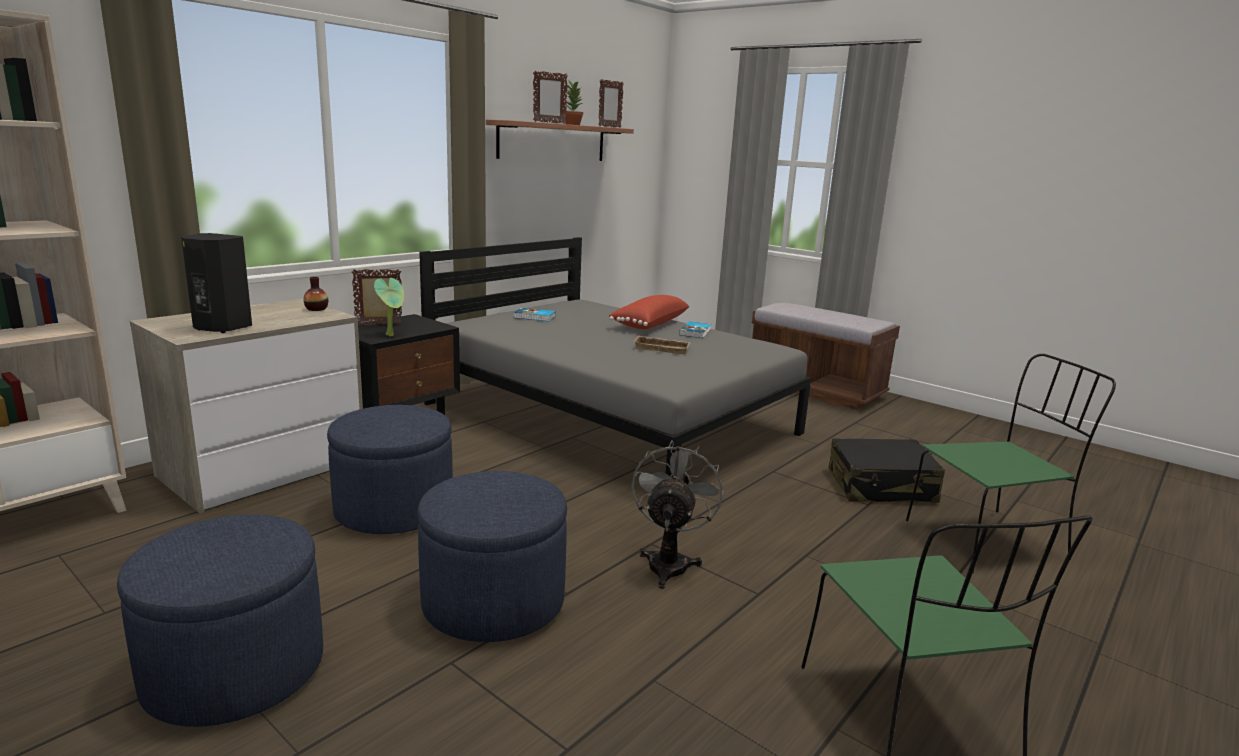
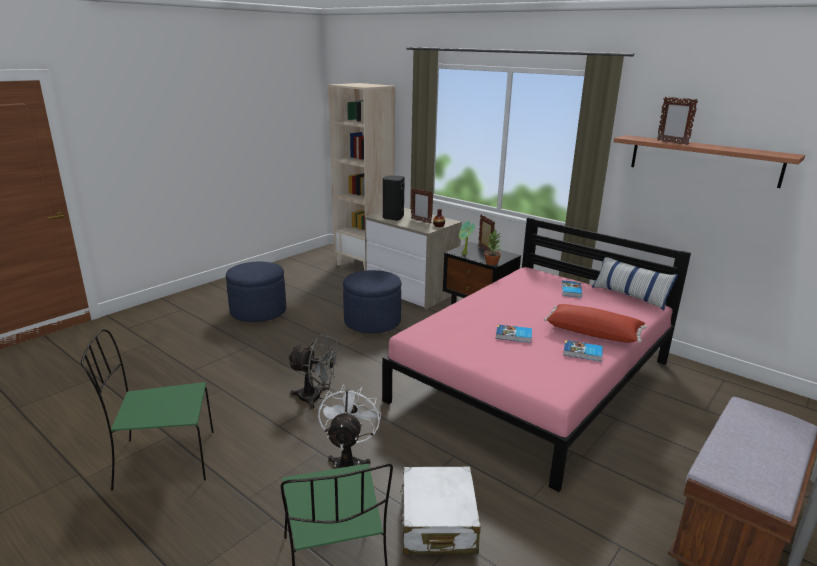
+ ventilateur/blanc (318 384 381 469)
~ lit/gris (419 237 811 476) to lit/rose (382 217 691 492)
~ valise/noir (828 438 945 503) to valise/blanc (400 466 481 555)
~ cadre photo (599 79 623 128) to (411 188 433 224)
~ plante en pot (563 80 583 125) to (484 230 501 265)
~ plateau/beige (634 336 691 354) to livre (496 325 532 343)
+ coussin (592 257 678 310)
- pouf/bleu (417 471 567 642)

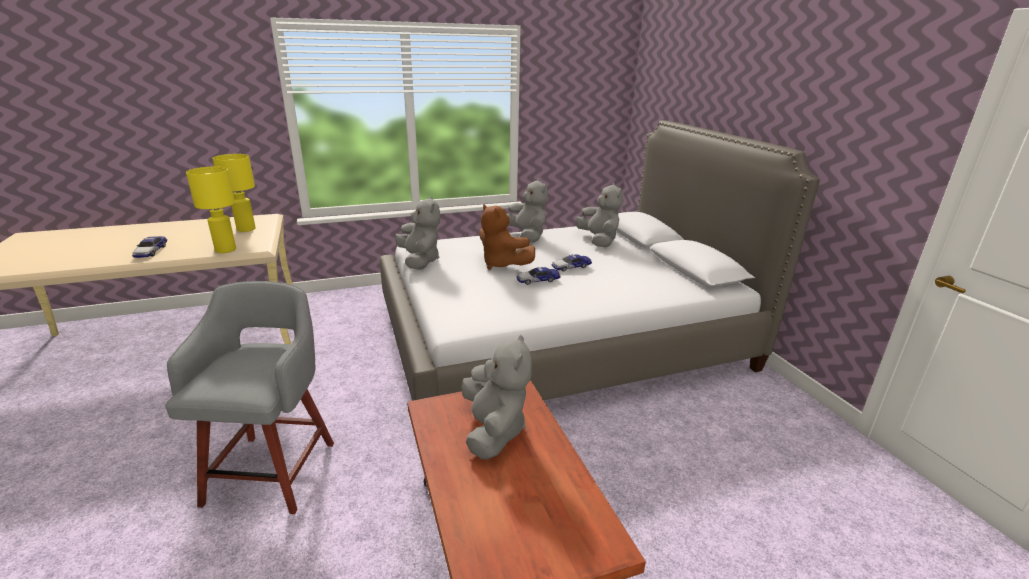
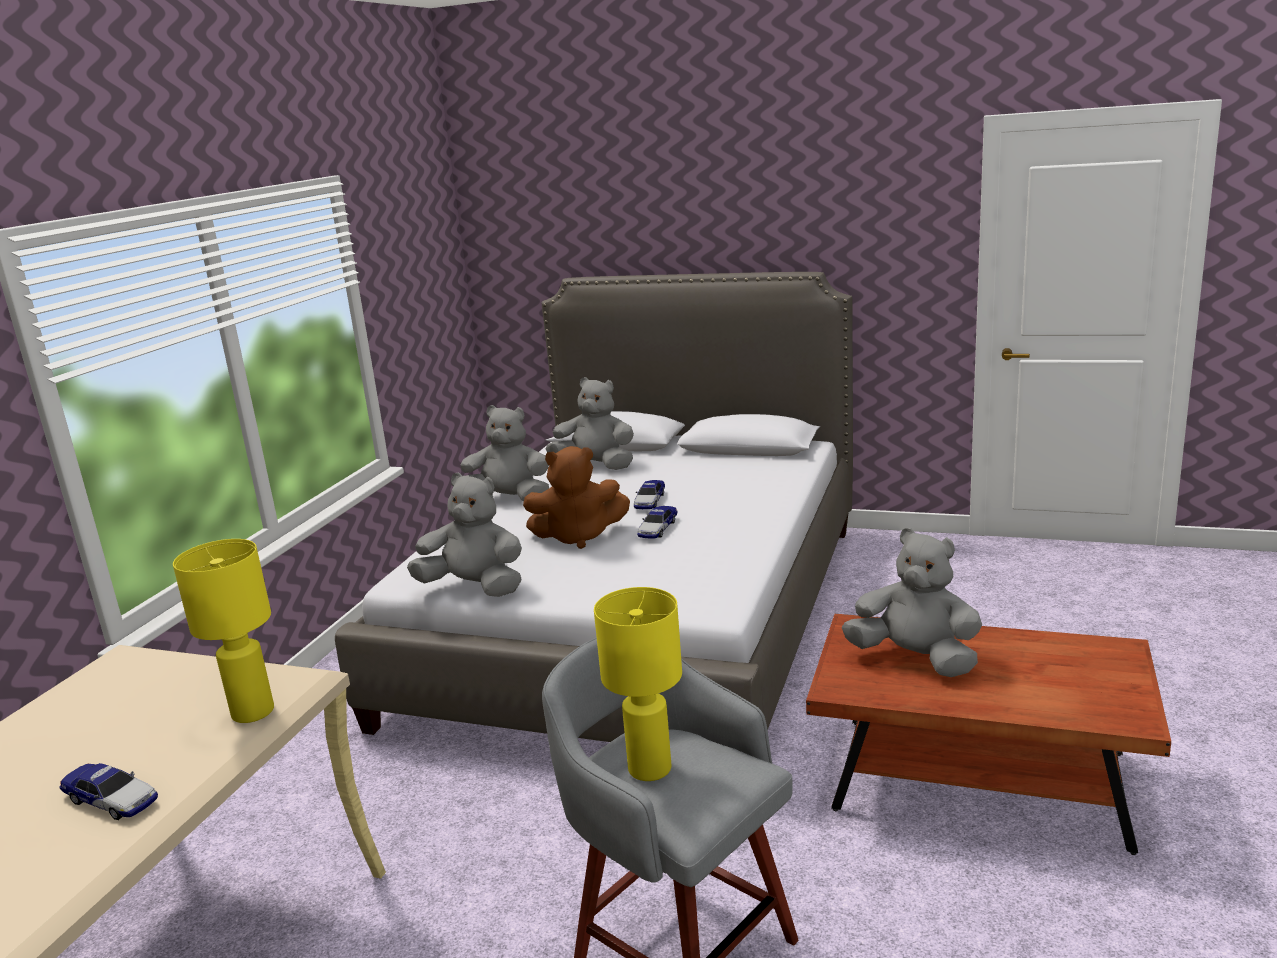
~ lampe de table/jaune (212 154 256 232) to (594 587 682 781)

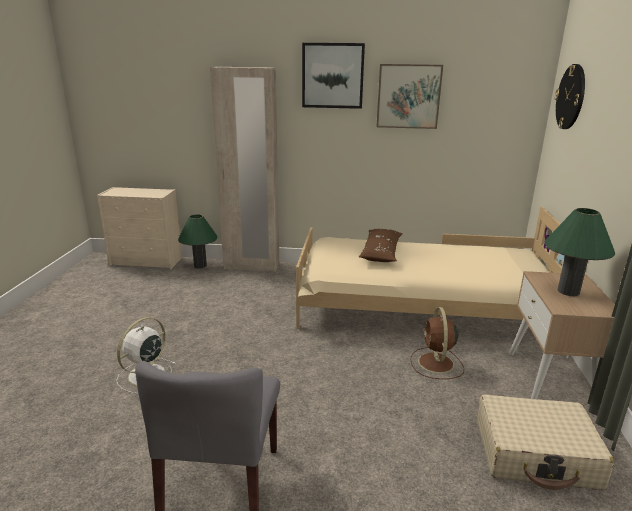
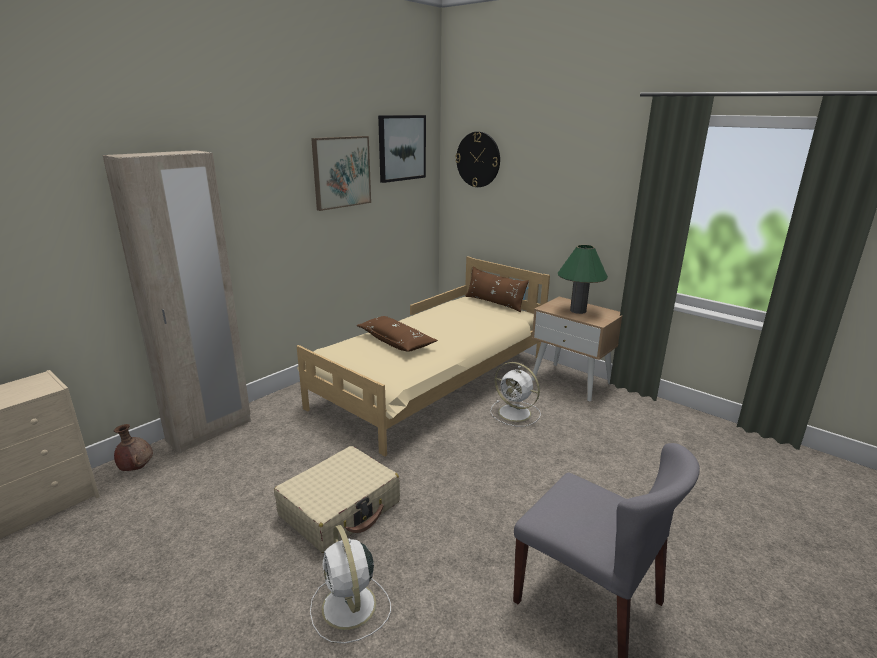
~ lampe de table/vert (178 214 218 268) to vase/marron (114 424 153 471)
~ valise/beige (477 394 614 490) to (274 446 400 553)
~ tableau (302 43 365 109) to (378 115 426 183)
+ coussin/marron (465 266 529 312)
~ ventilateur/marron (410 307 464 379) to ventilateur/blanc (490 362 541 426)

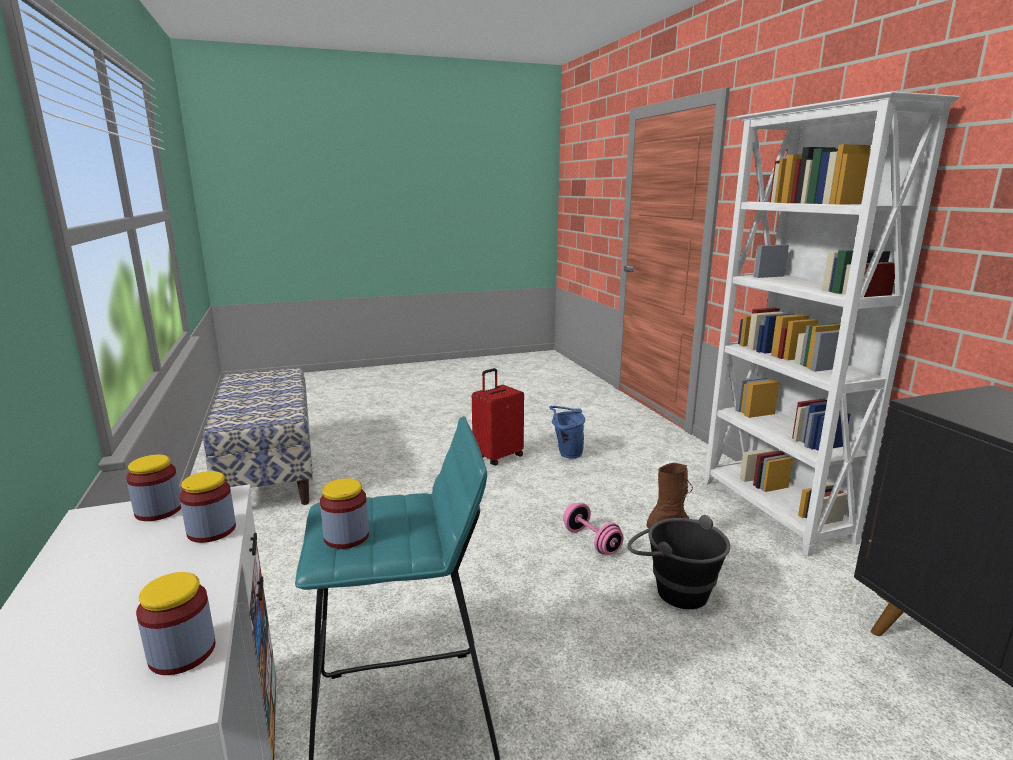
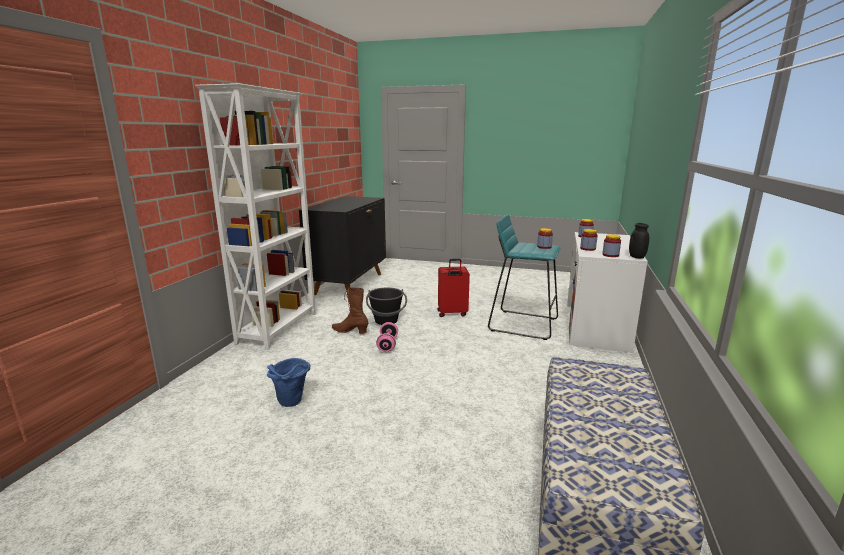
~ valise/rouge (472 368 524 466) to (437 259 470 317)
+ bocal/noir (629 223 649 258)

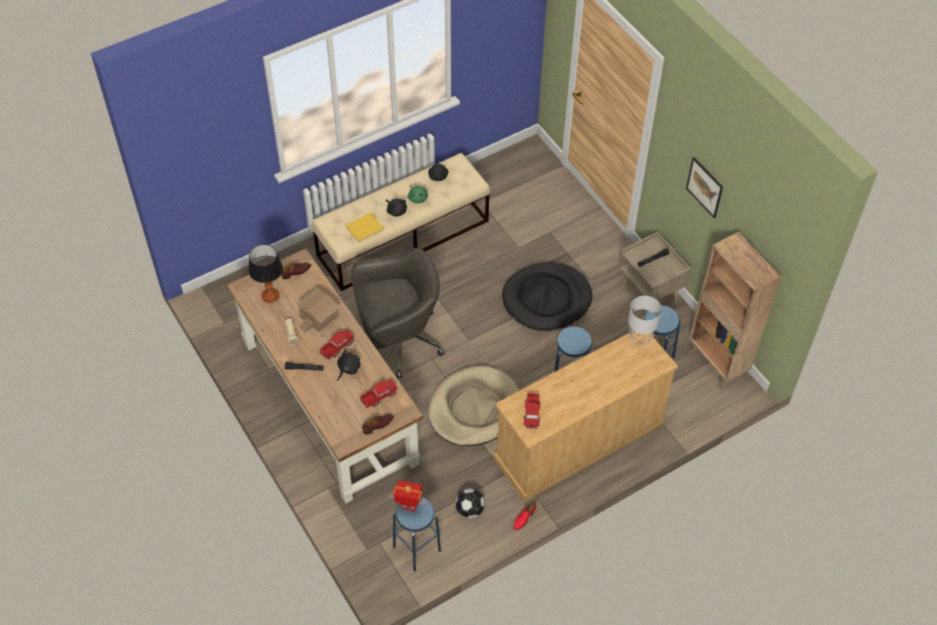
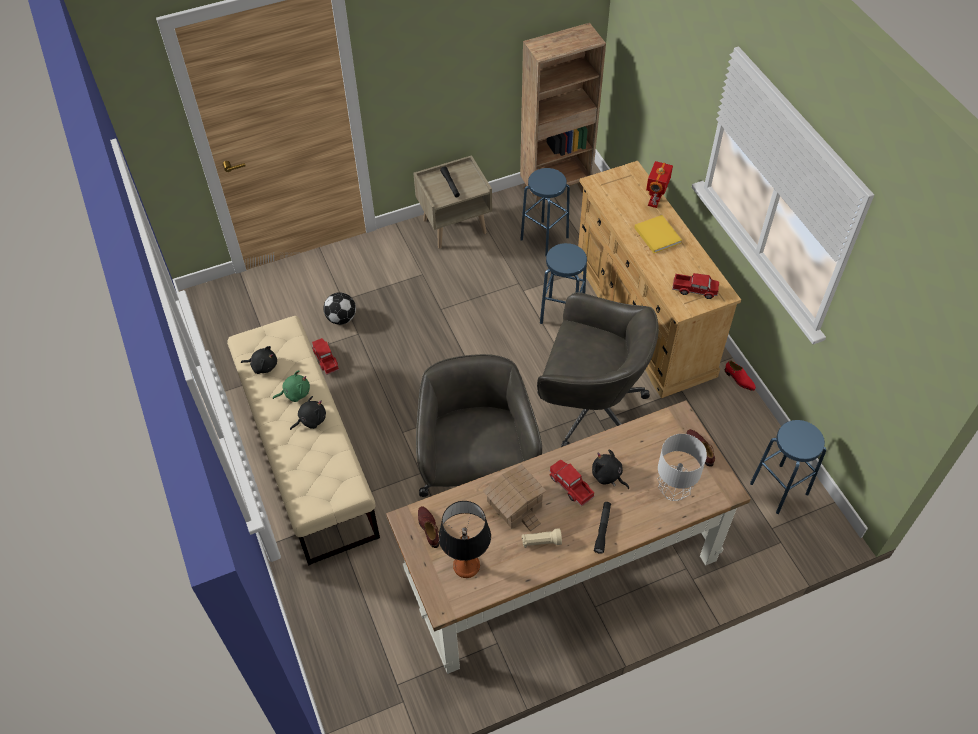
~ camion jouet (360 380 398 408) to (312 338 339 375)
~ ballon de foot (455 488 485 518) to (323 292 356 325)
~ panier pour chien/beige (428 366 519 446) to chaise de bureau/gris (537 292 659 447)
~ livre/jaune (346 213 384 243) to (634 215 682 253)
~ robot jouet (388 480 428 512) to (646 161 673 208)
~ lampe de table/gris (628 296 662 346) to (657 434 707 501)
- panier pour chien/noir (502 263 592 331)
- tableau (686 157 723 218)

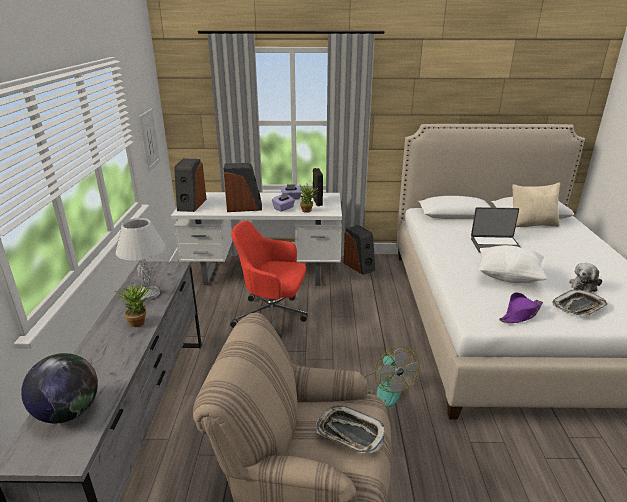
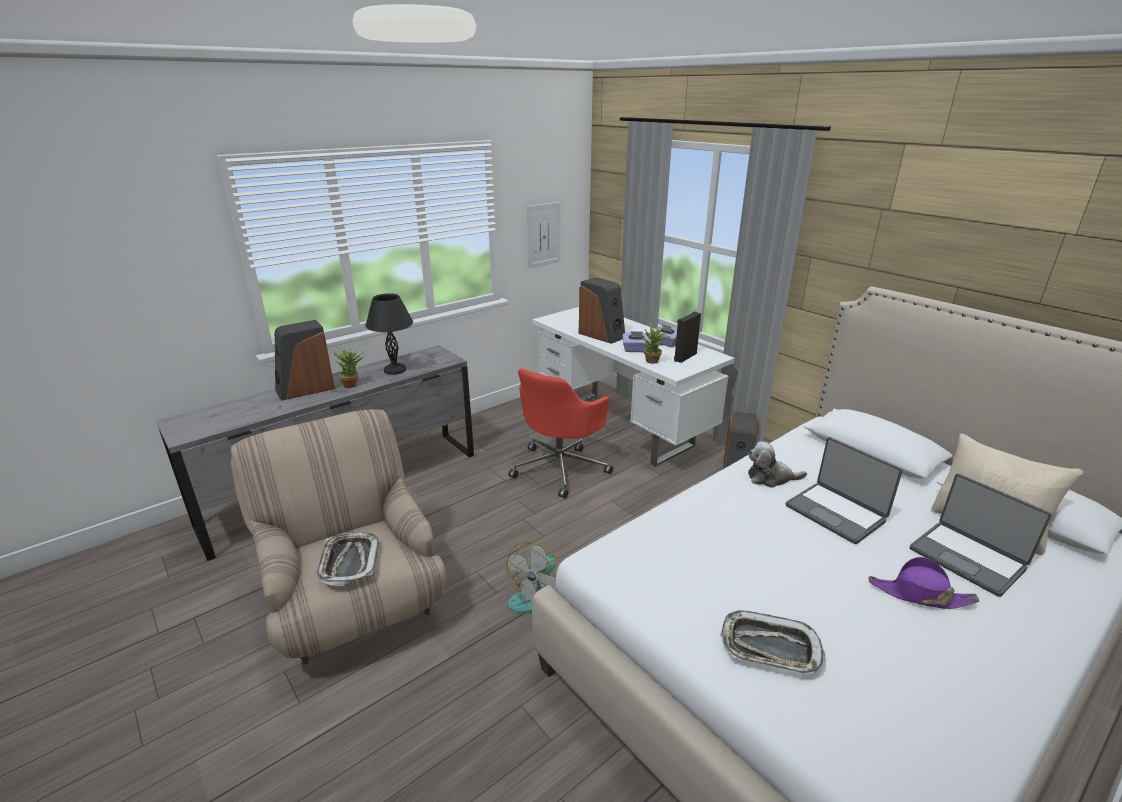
~ enceinte (174 158 207 212) to (275 320 335 401)
~ lampe de table/blanc (115 218 166 300) to lampe de table/noir (366 293 413 375)
~ chaise de bureau/rouge (230 220 307 339) = (509 368 613 498) 120 degrees counterclockwise
~ peluche (570 263 602 292) to (748 441 807 488)
~ chapeau/violet (499 293 543 323) to (869 557 980 609)
+ ordinateur portable (910 473 1052 597)
- globe (21 353 98 423)
- coussin/blanc (479 245 547 283)

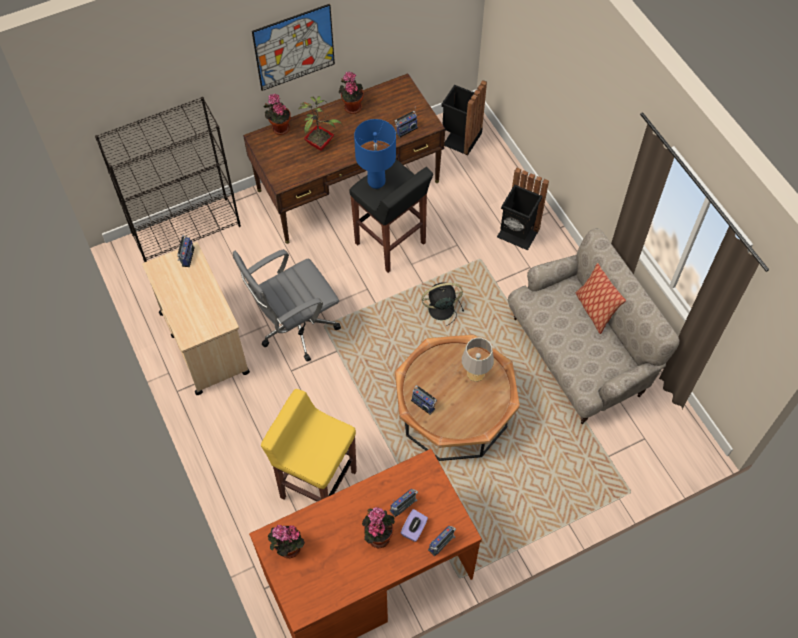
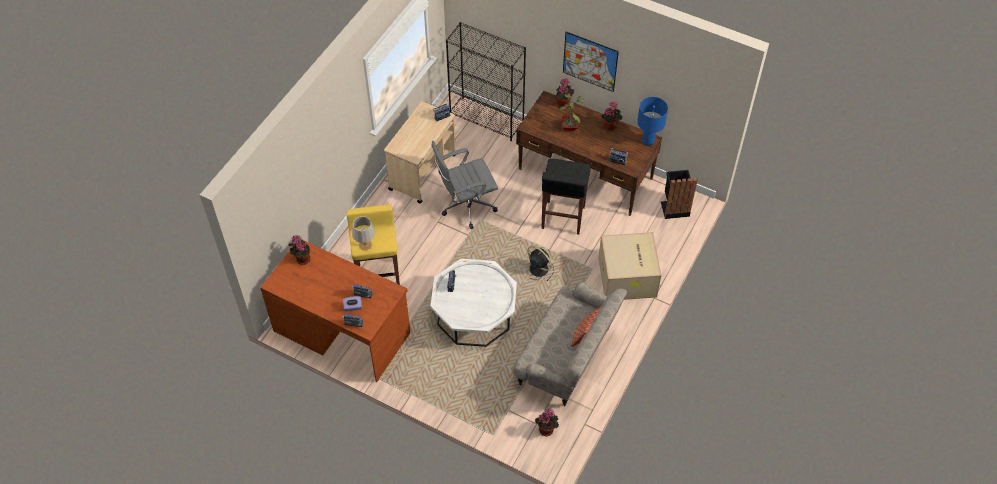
~ lampe de table/gris (462 337 494 382) to (352 216 375 250)
~ table basse/marron (395 334 520 461) to table basse/blanc (430 259 517 347)
~ chaise de bureau/gris (233 249 341 362) = (431 141 498 229) 45 degrees counterclockwise
~ plante en pot (362 507 395 548) to (535 408 559 436)
~ poubelle/noir (497 168 549 250) to carton (598 232 661 300)
~ lampe de table/bleu (354 119 396 189) to (637 97 668 146)

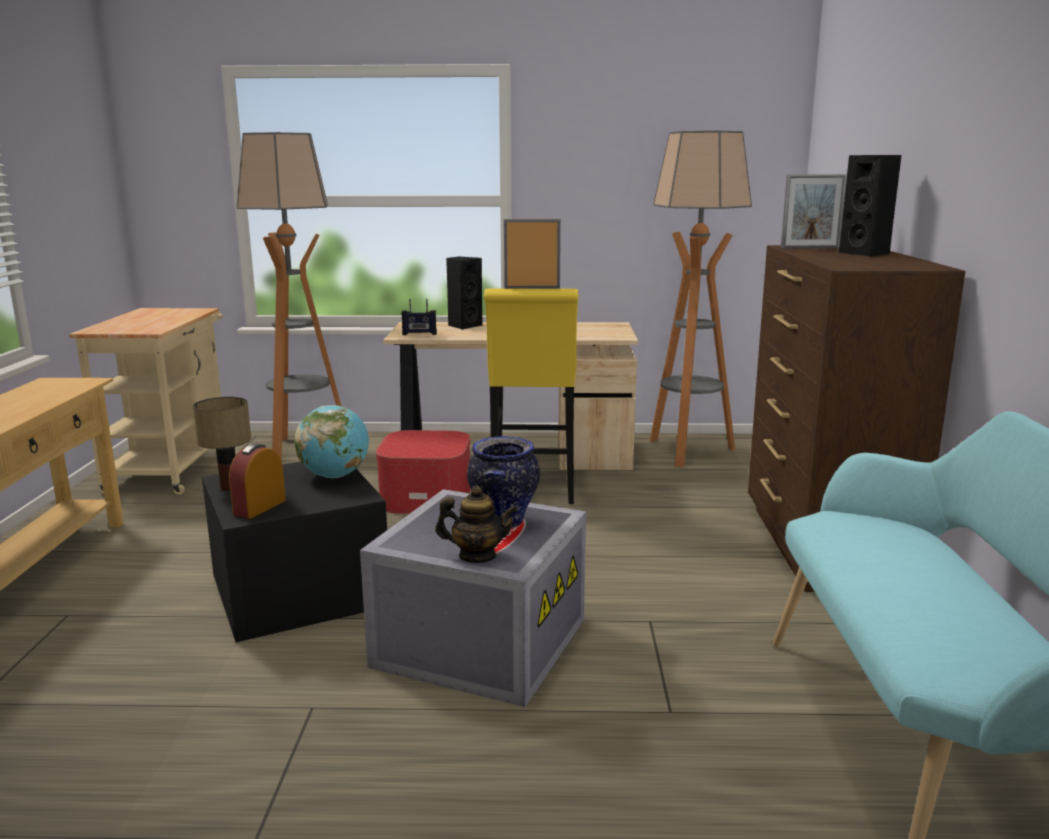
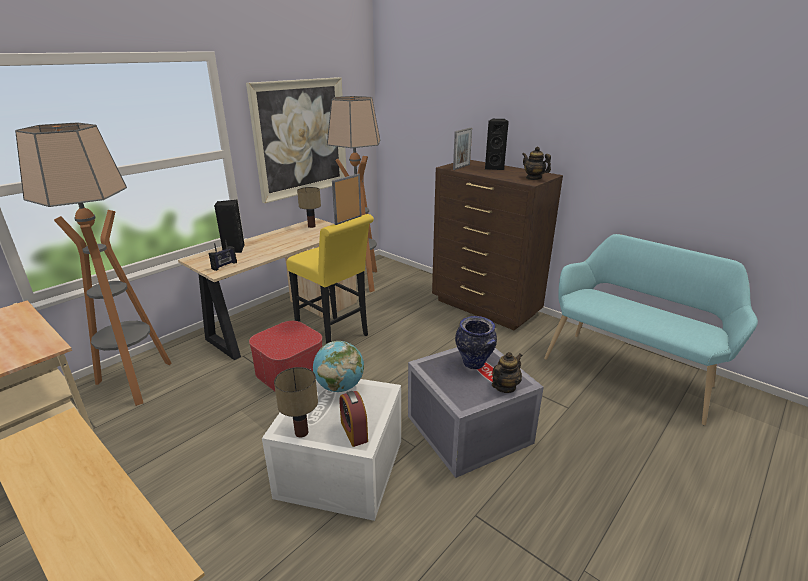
+ tableau (246 77 347 203)
~ boîte de rangement/noir (202 462 387 642) to boîte de rangement/blanc (262 379 401 521)
+ lampe de table (297 187 321 228)
+ théière (522 147 551 180)

